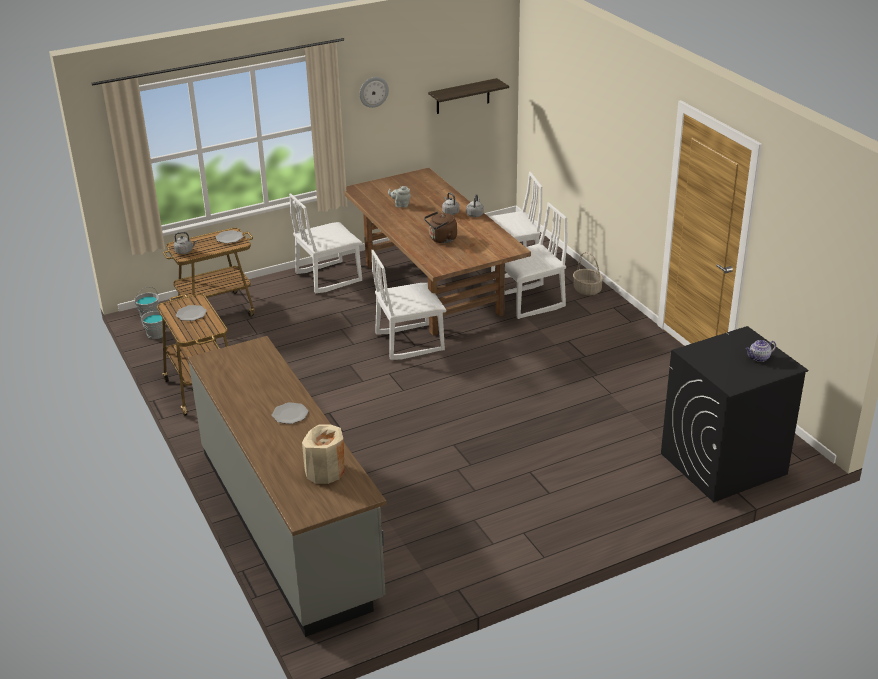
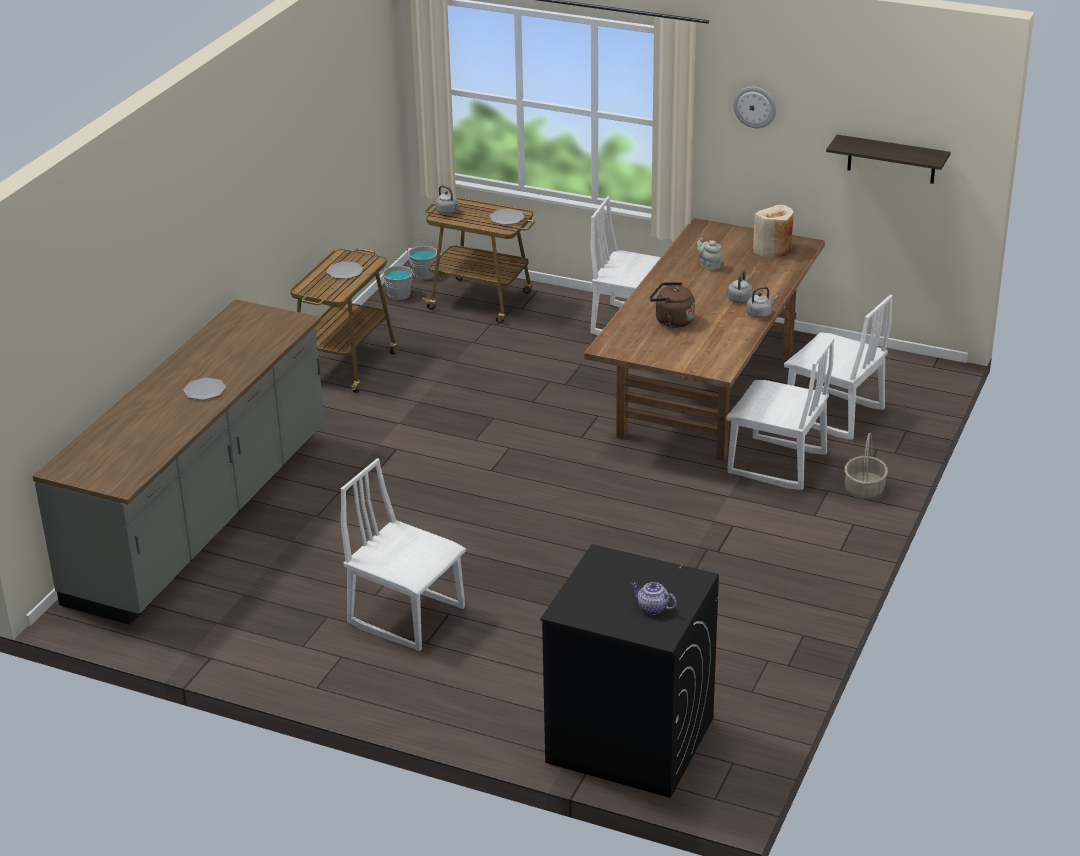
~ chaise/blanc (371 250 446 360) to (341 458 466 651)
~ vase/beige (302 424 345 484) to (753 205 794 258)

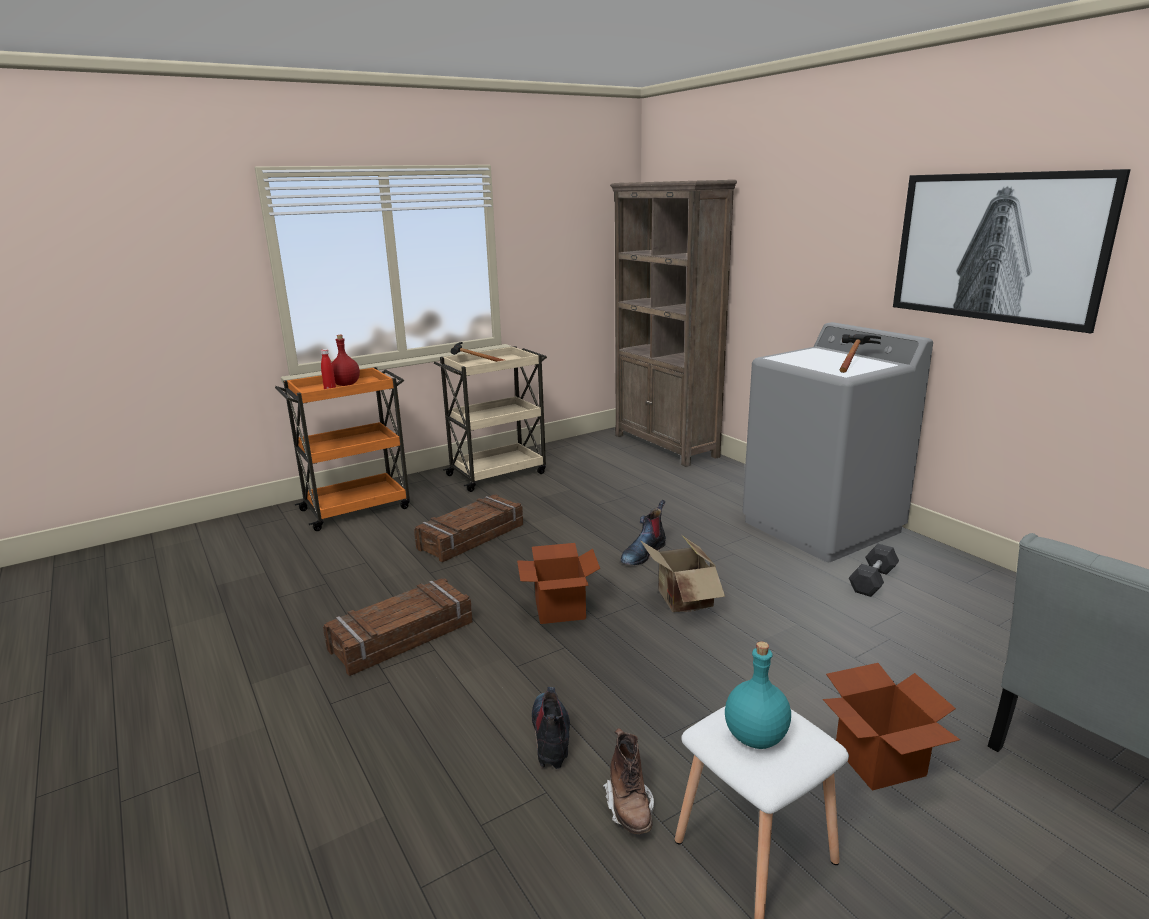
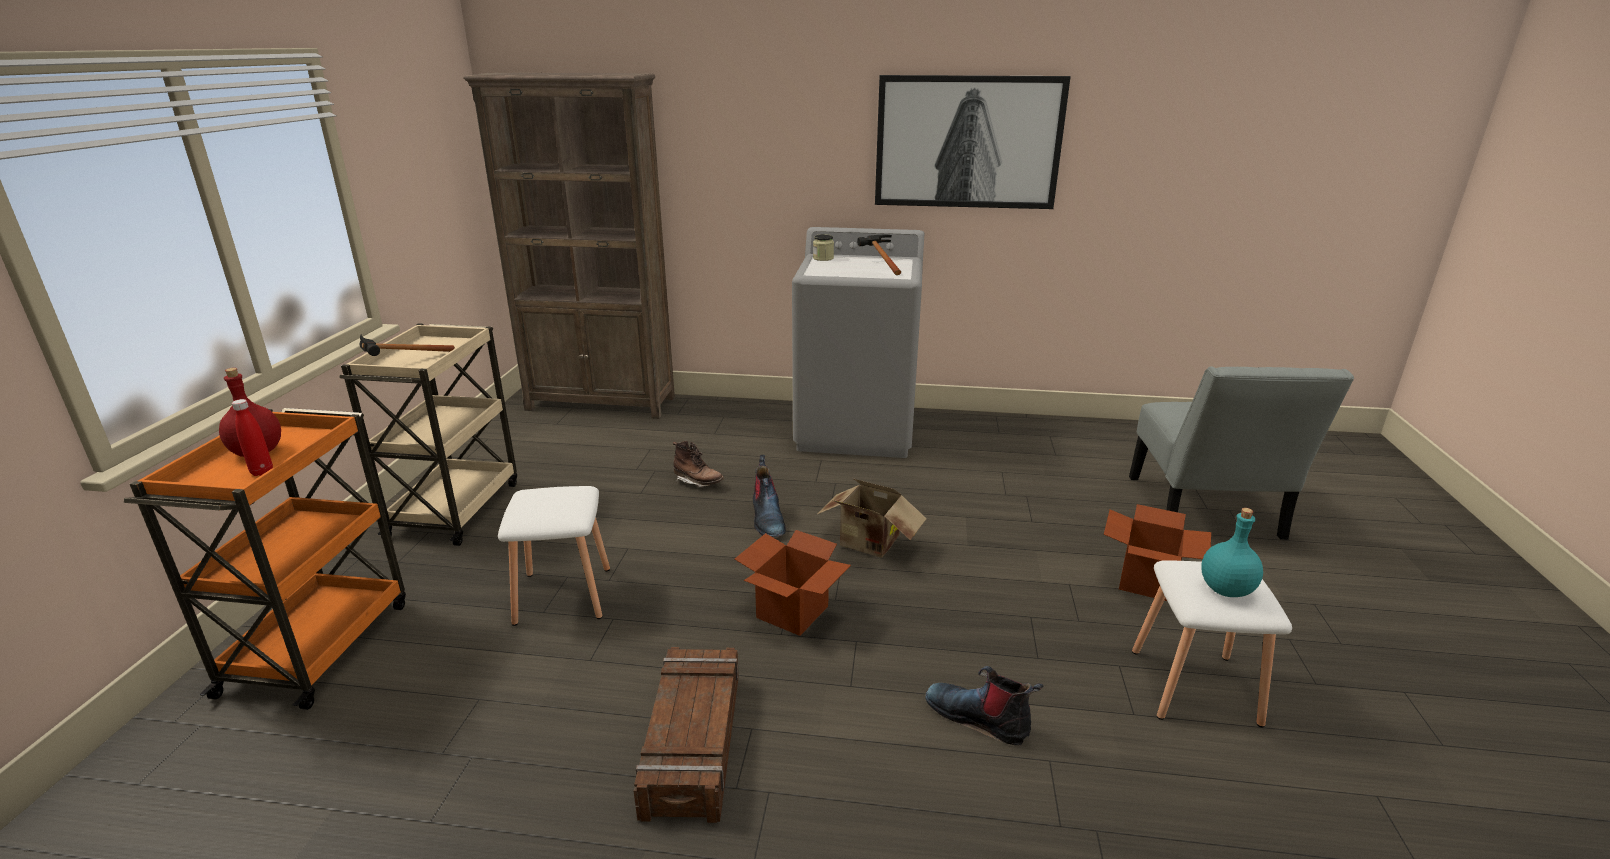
~ caisse (414 494 523 562) to tabouret/blanc (498 486 610 626)
~ botte/marron (603 728 654 834) to (673 441 724 487)
+ bocal (813 234 834 261)
- haltère/gris (849 544 899 597)

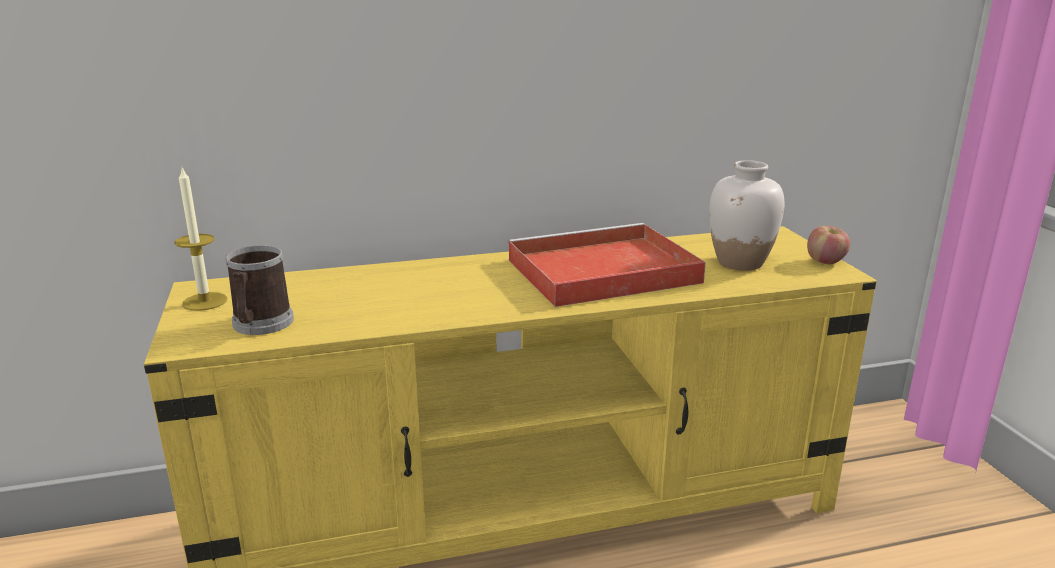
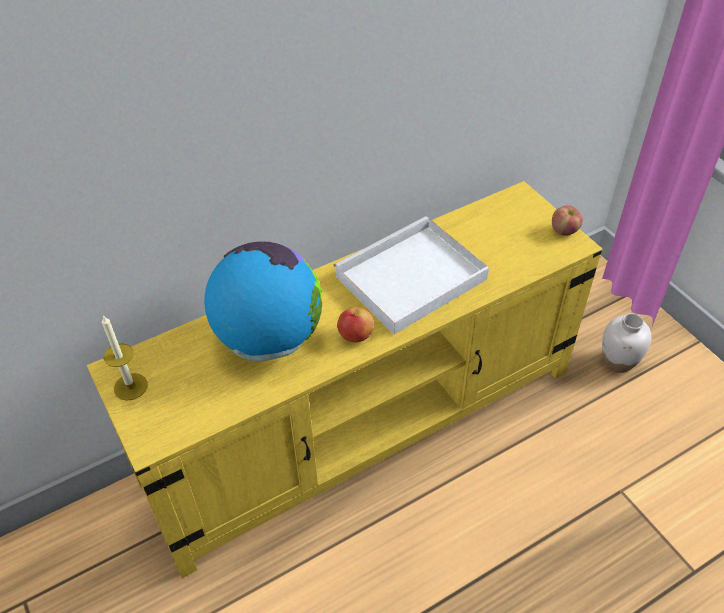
+ globe (204 242 322 361)
~ plateau/rouge (507 223 706 307) to plateau/blanc (333 216 489 334)
+ pomme (337 307 374 342)
~ vase/blanc (709 160 784 271) to (602 313 651 373)
- mug (226 245 294 335)

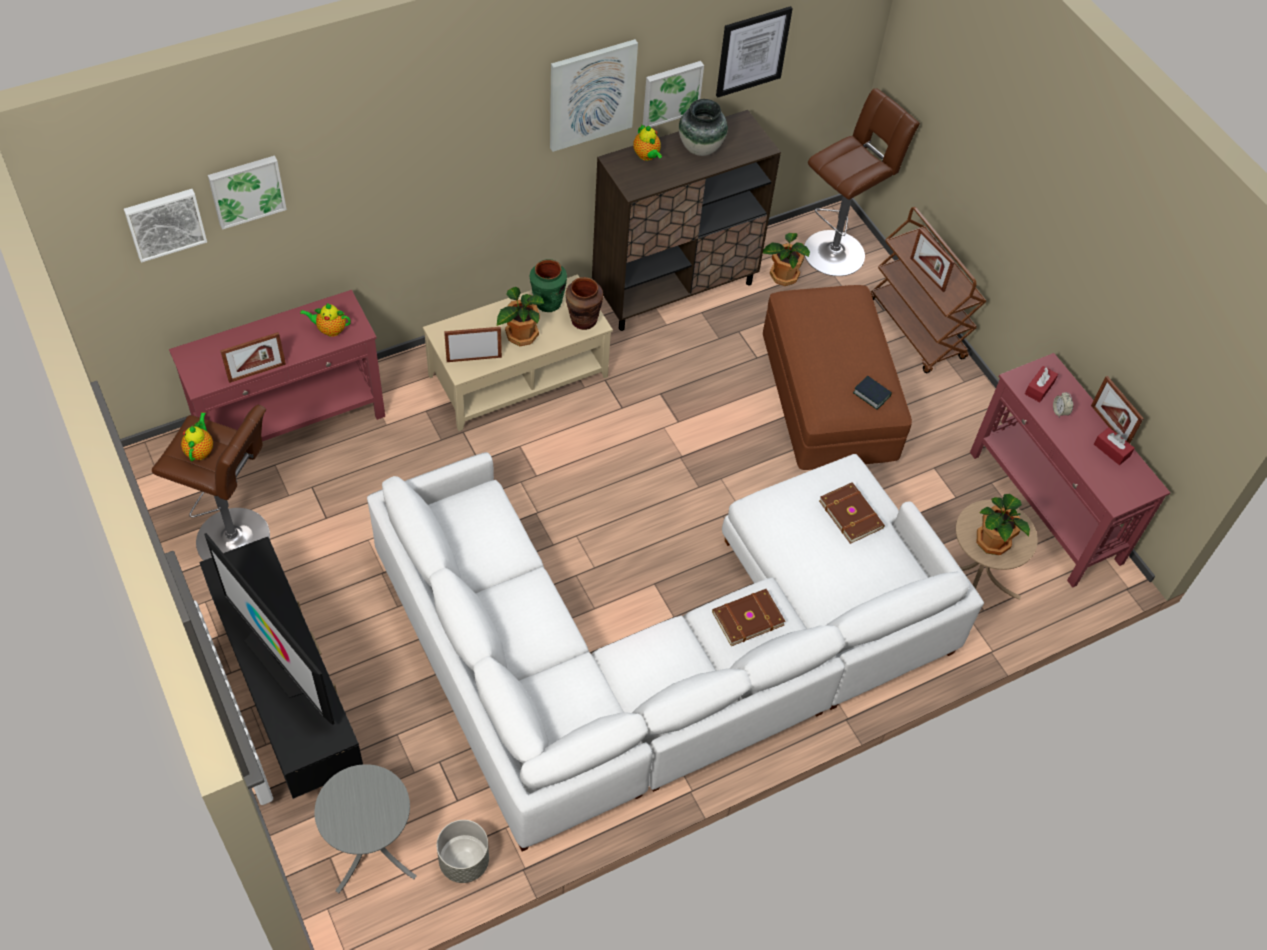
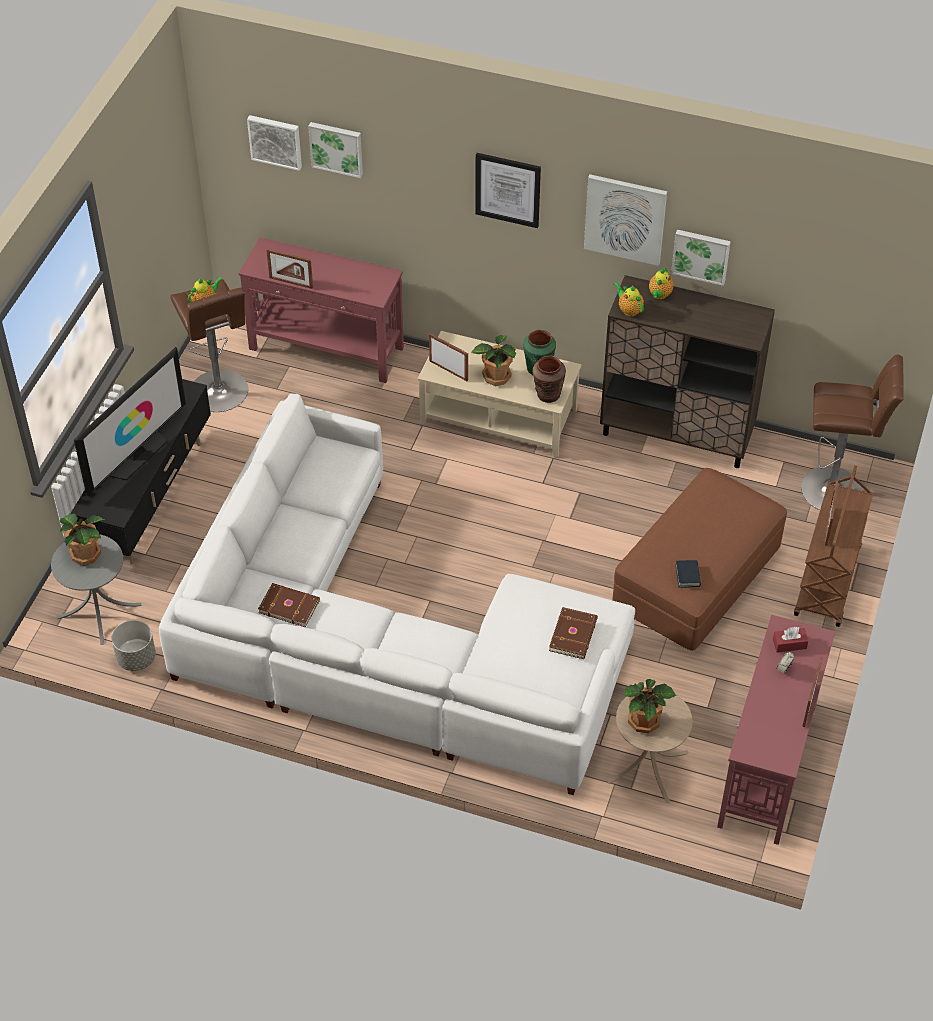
~ plante en pot (763 233 810 286) to (60 514 104 565)
~ téléviseur (204 533 335 725) = (74 347 186 496) 150 degrees counterclockwise
~ livre/marron (712 589 786 646) to (258 583 320 627)
~ tableau (716 6 793 97) to (475 153 541 228)
~ théière (300 303 351 337) to (614 282 644 316)
- vase (679 99 728 156)
- boîte à mouchoirs/rouge (1094 427 1135 465)

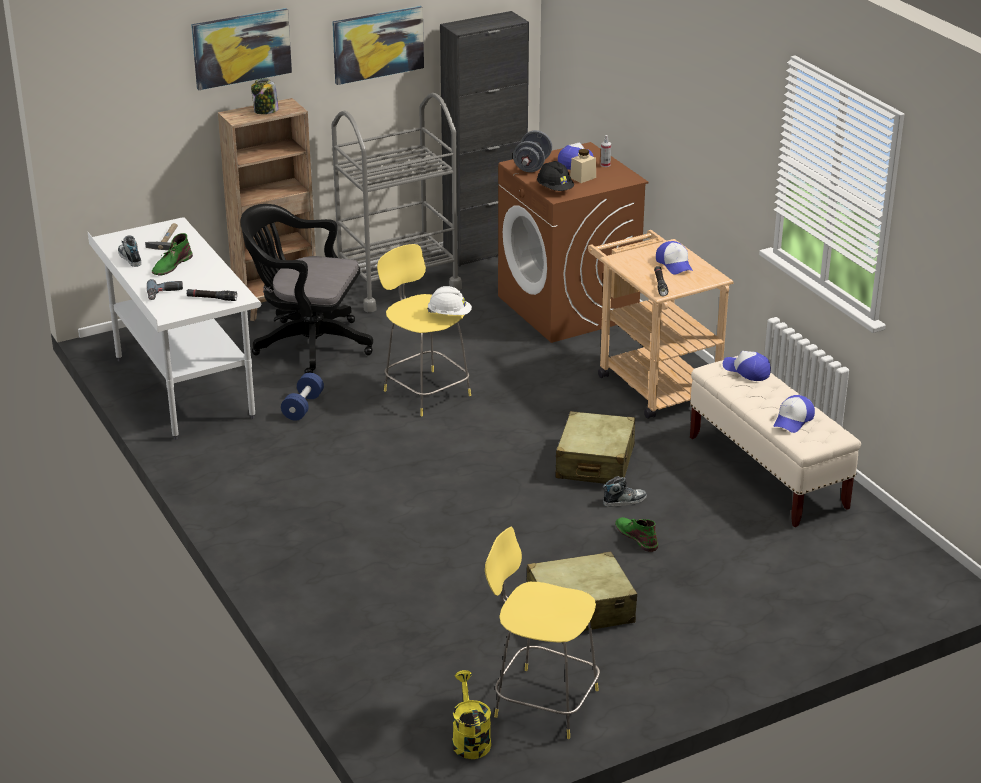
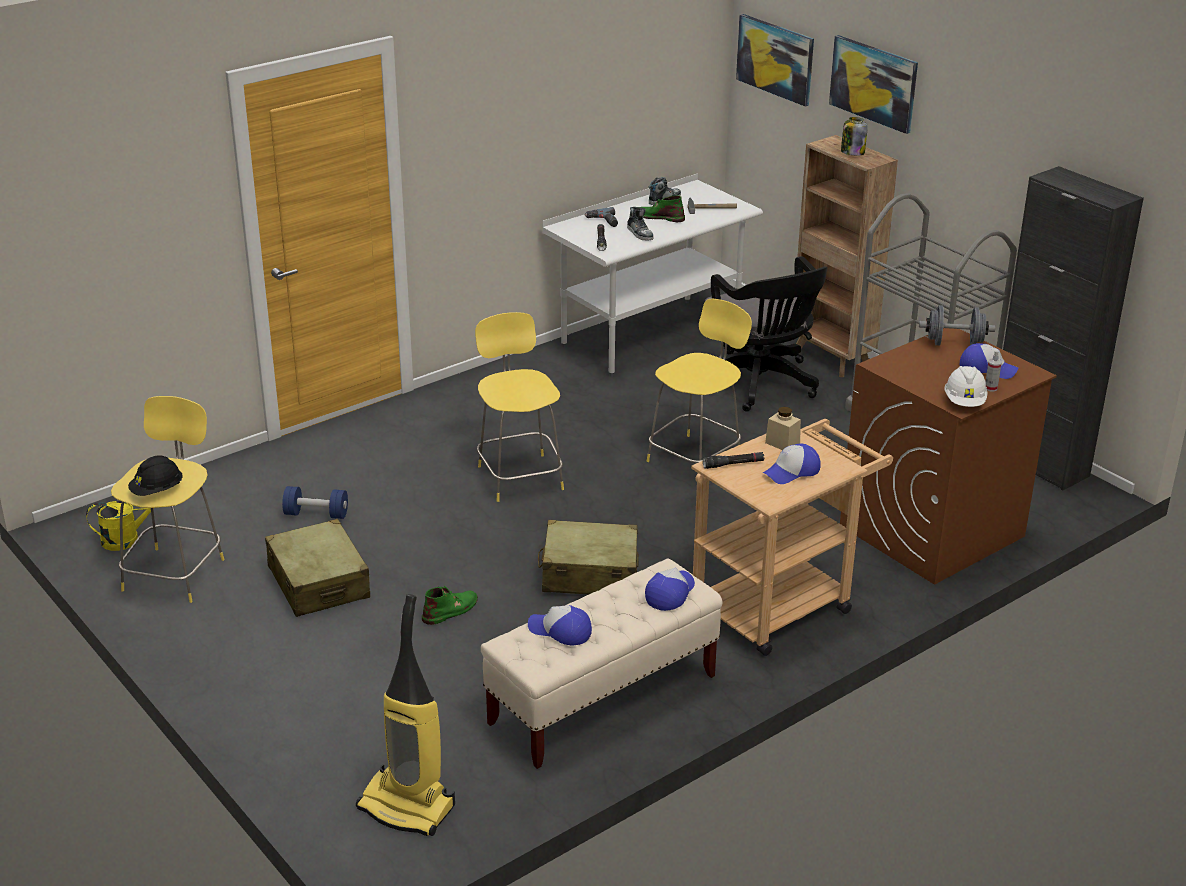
~ casque de chantier/noir (537 161 574 191) to (128 455 183 496)
~ haltère/bleu (281 373 324 421) to (282 486 348 519)
+ aspirateur (356 594 455 836)
+ tabouret/jaune (475 312 564 502)
~ chaussure (603 476 647 507) to (627 207 654 241)
~ chaise de bureau/noir (240 204 373 373) = (702 256 828 412) 150 degrees clockwise
~ tableau (332 6 424 85) to (736 14 814 107)
~ bocal/beige (570 149 596 183) to (765 407 801 450)
~ casque de chantier/blanc (427 286 472 315) to (944 366 988 407)

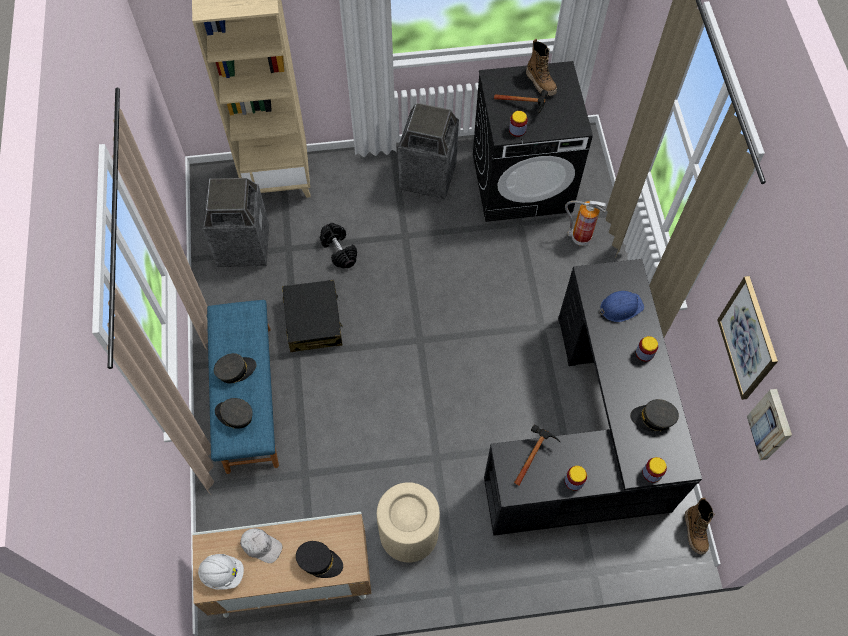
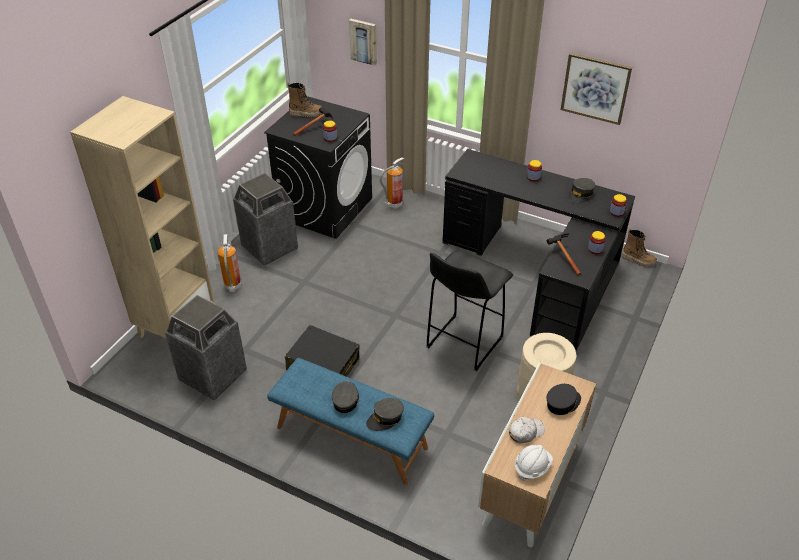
+ extincteur (218 234 242 292)
~ tableau (747 389 792 460) to (349 19 377 66)
+ tabouret/noir (427 250 513 371)
- haltère/noir (320 223 357 269)
- casque de chantier/bleu (599 291 644 322)

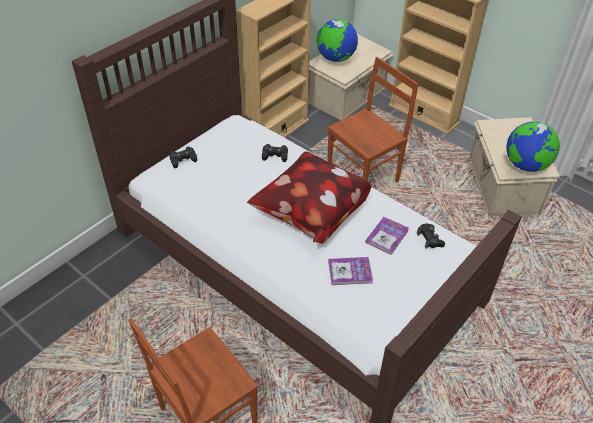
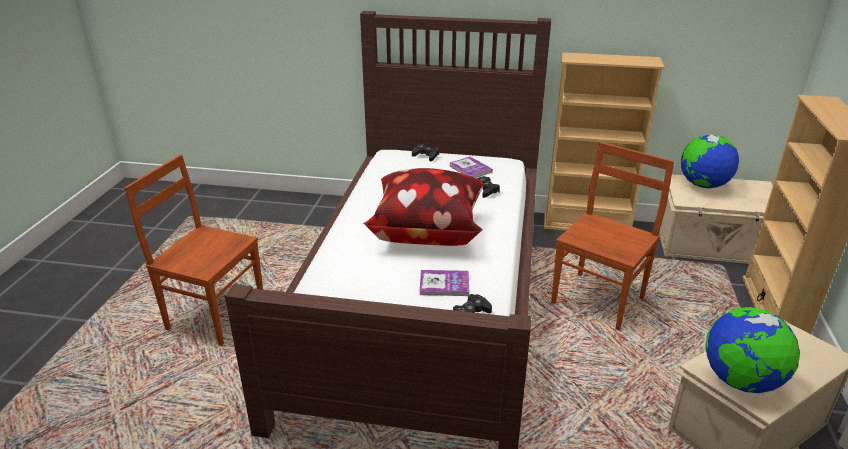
~ livre (328 257 373 285) to (449 157 493 178)
~ chaise/marron (327 57 418 182) = (551 142 674 331) 75 degrees counterclockwise

